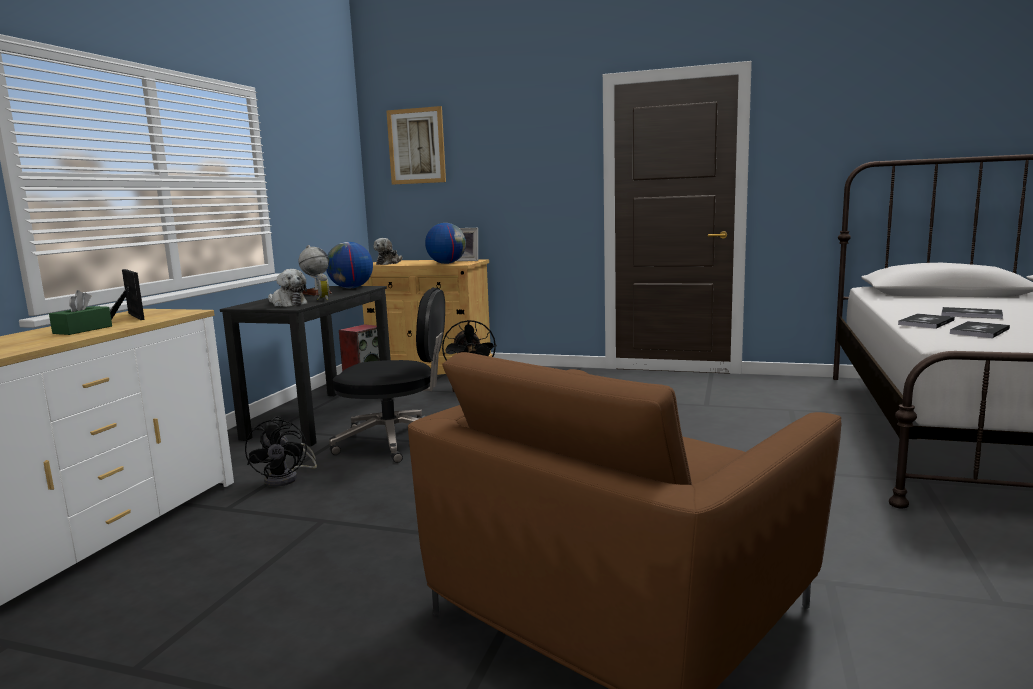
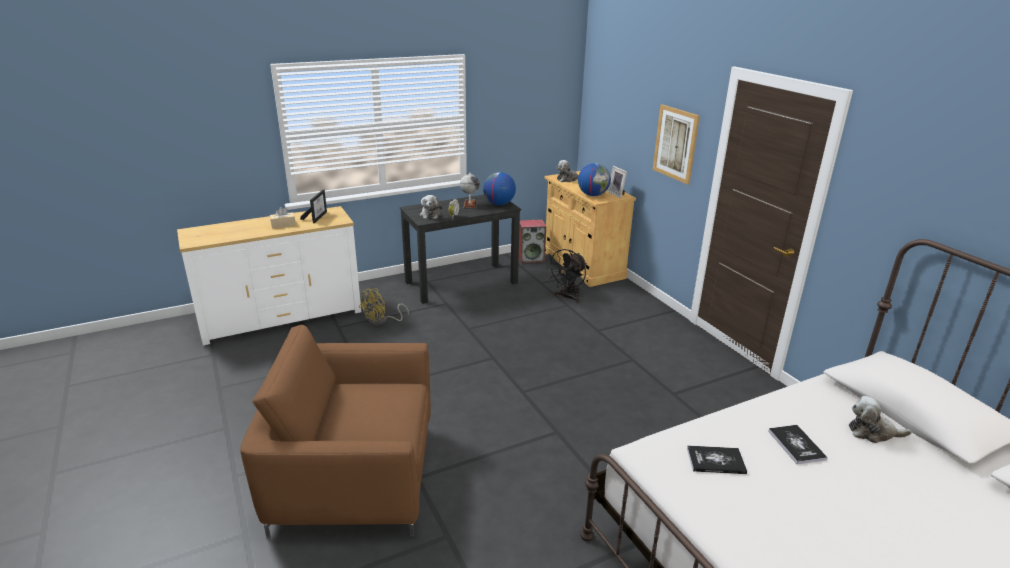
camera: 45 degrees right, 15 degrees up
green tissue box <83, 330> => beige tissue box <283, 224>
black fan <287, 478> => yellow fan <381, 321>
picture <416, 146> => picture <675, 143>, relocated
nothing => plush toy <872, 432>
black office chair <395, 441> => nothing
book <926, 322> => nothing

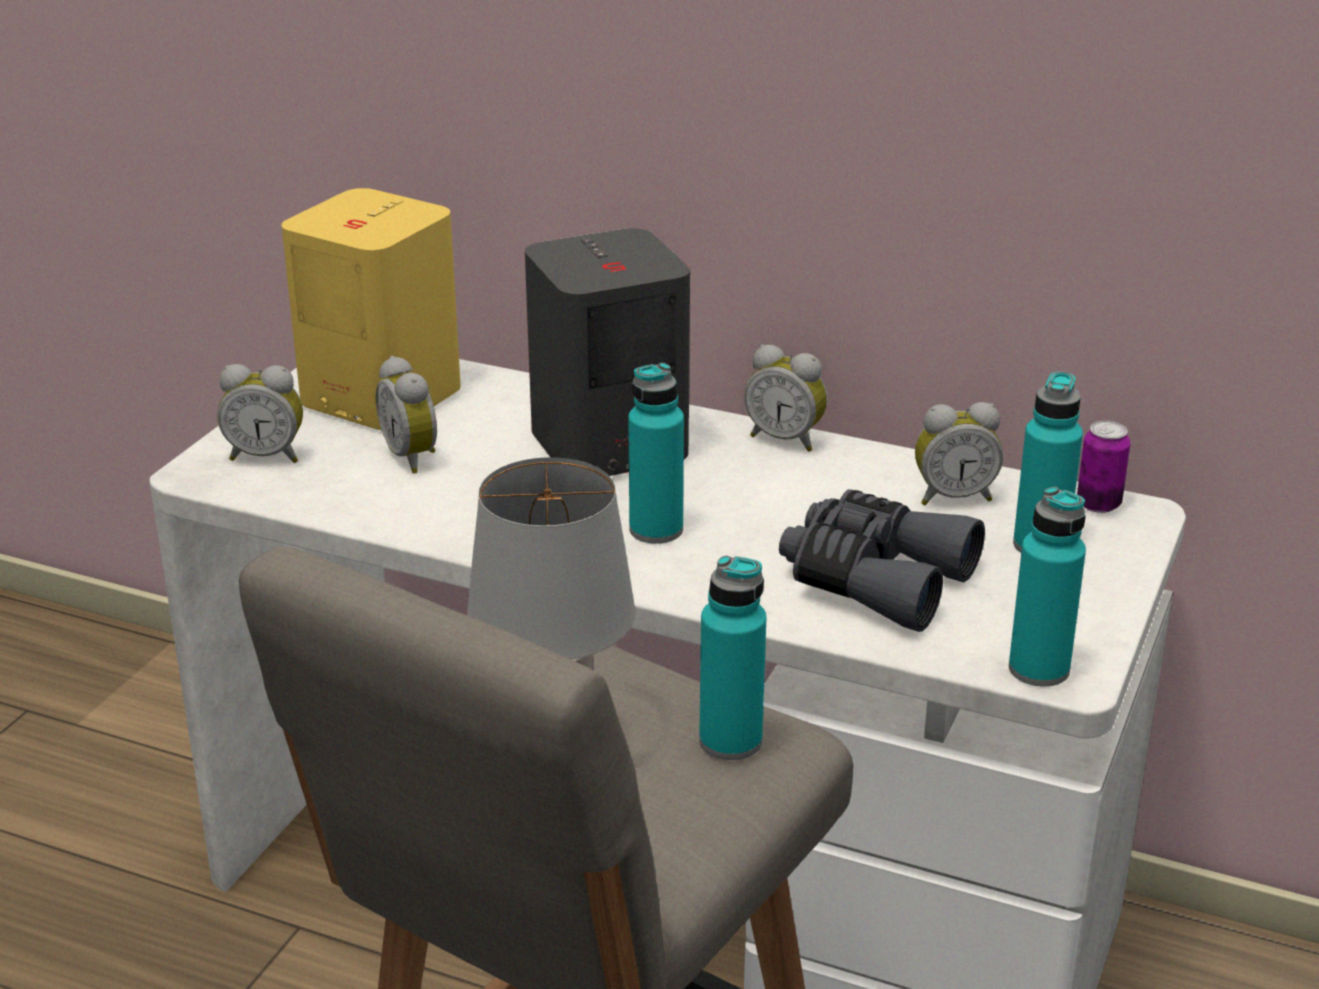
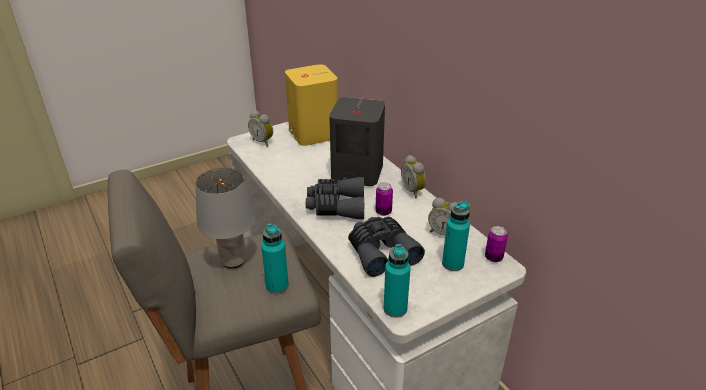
camera: 35 degrees right, 5 degrees up
turquoise bottle <656, 530> => grey binoculars <336, 206>
nothing => can <383, 212>
alarm clock <414, 457> => nothing

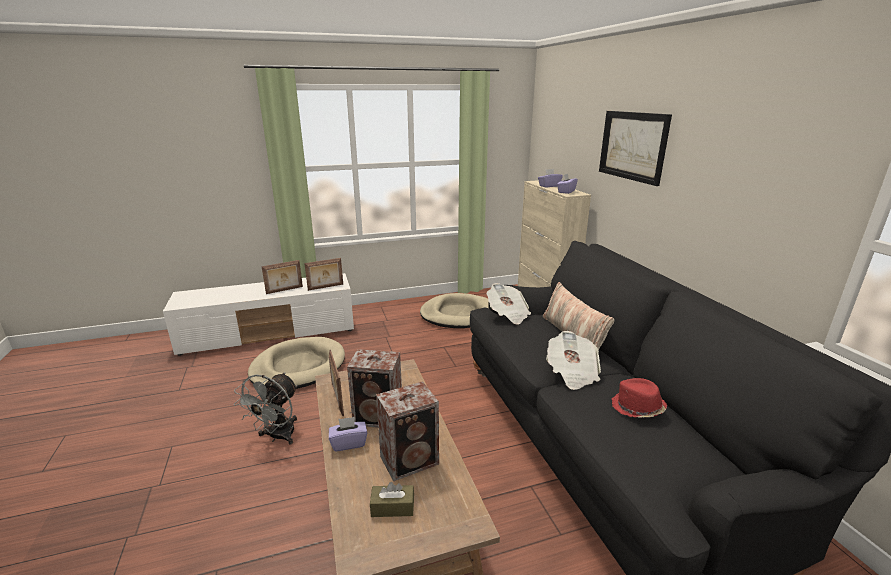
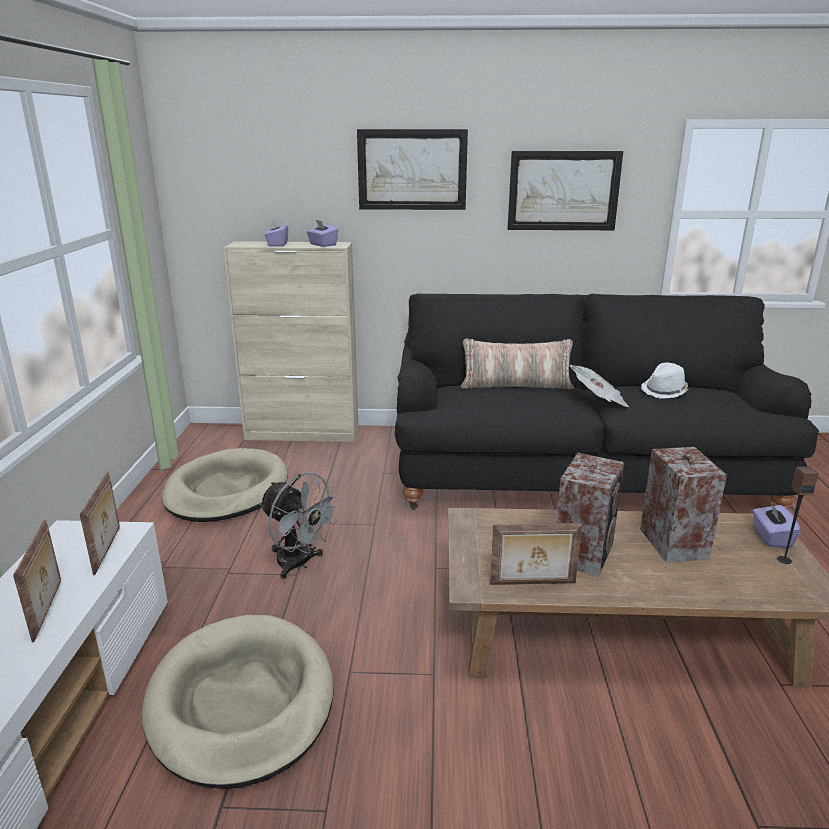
camera: 70 degrees left, 0 degrees up
grey fan <277, 437> => grey fan <299, 564>, relocated
nothing => picture <563, 191>
red hat <637, 408> => white hat <664, 391>
purple tissue box <348, 443> => purple tissue box <771, 537>, relocated
nothing => speaker <784, 560>
brown tissue box <392, 507> => nothing
newspaper <508, 314> => nothing

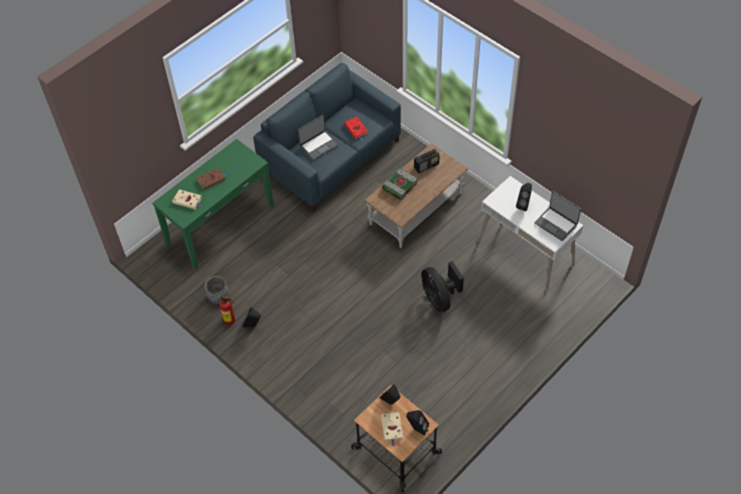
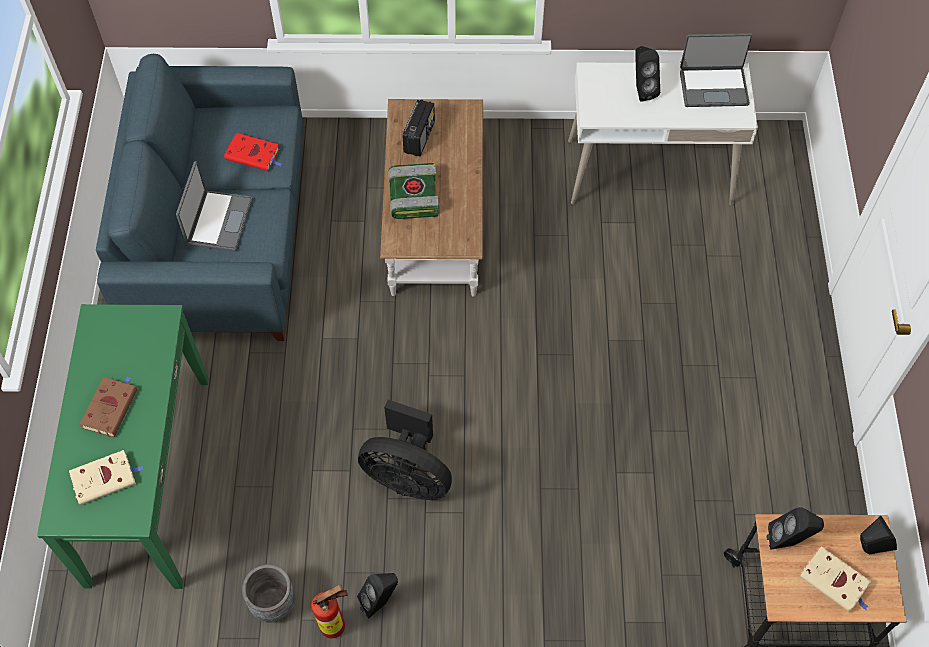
camera: 45 degrees left, 5 degrees up
black fan <439, 298> => black fan <408, 476>, relocated

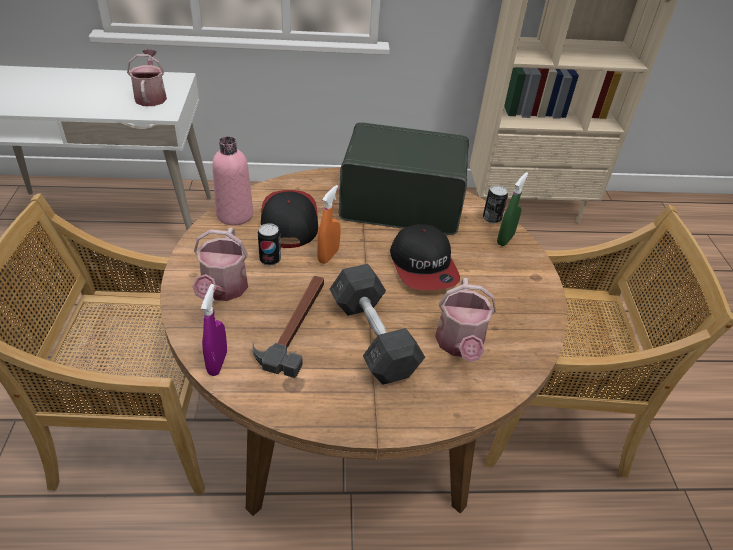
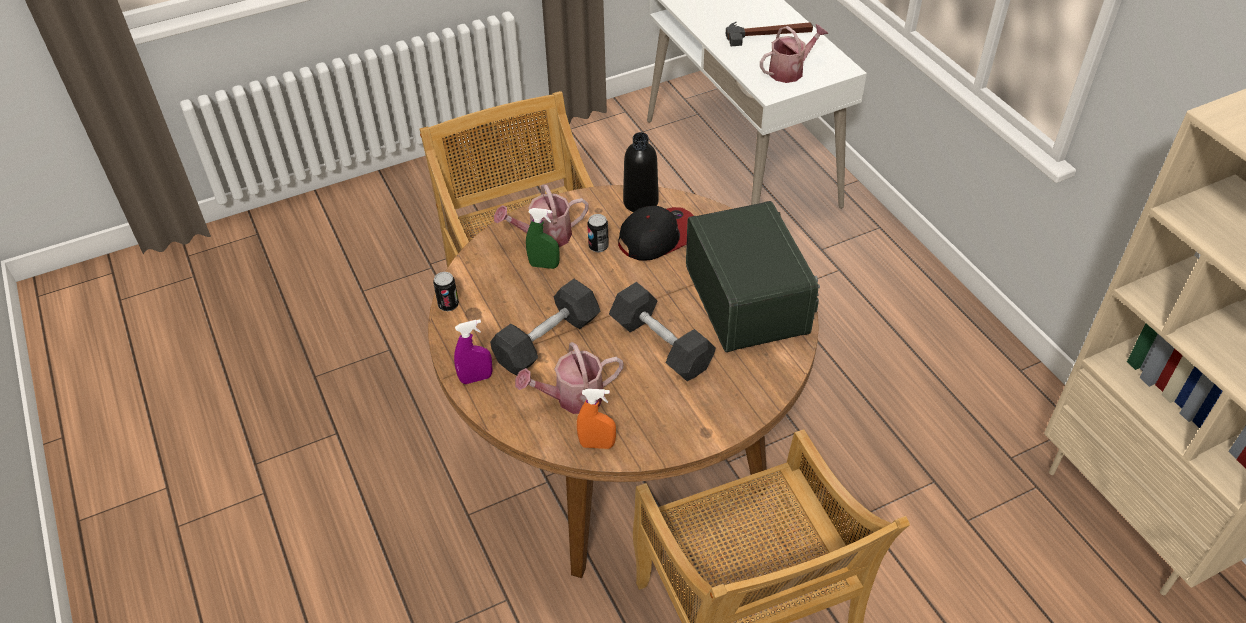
camera: 70 degrees right, 5 degrees up
can <491, 218> => can <448, 305>, relocated
purple spray bottle <217, 363> => purple spray bottle <476, 378>, relocated
green spray bottle <505, 239> => green spray bottle <544, 265>, relocated
orange spray bottle <328, 256> => orange spray bottle <597, 444>, relocated
cap <424, 266> => grey dumbbell <661, 345>
pink bottle <235, 215> => black bottle <640, 202>
hammer <296, 325> => hammer <768, 34>, relocated

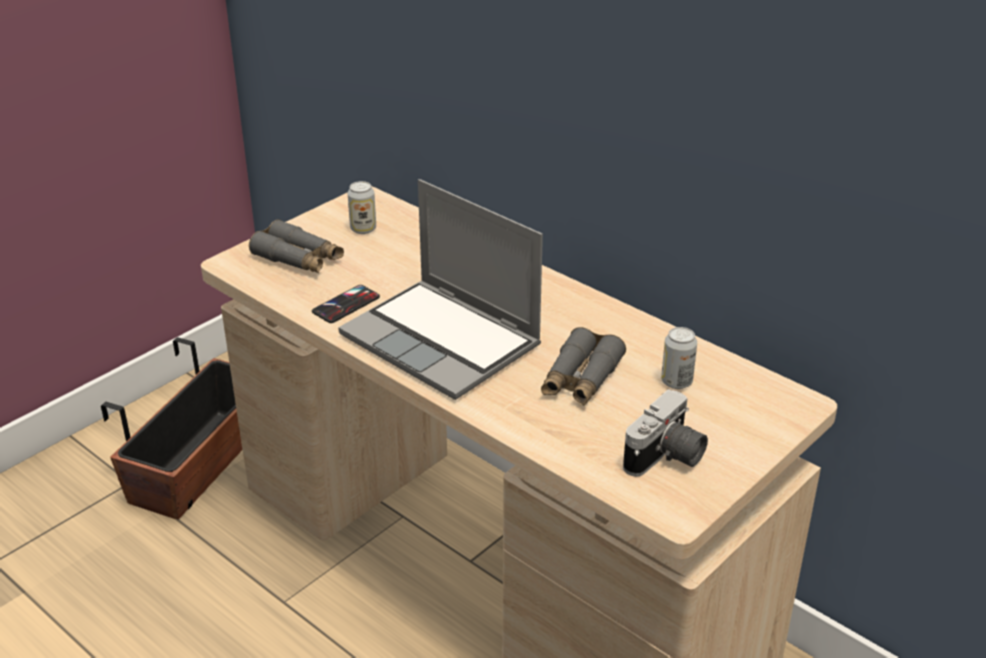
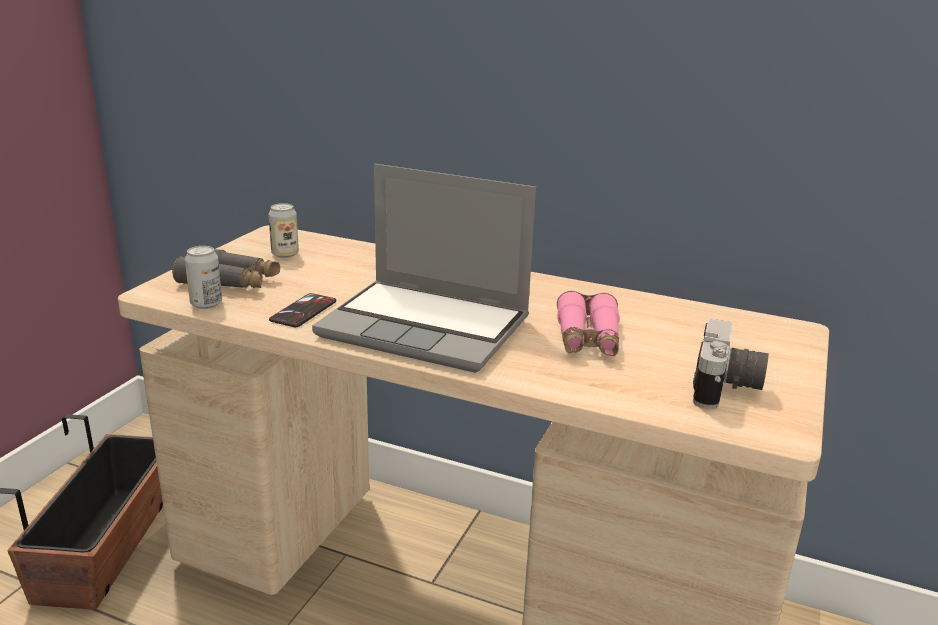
camera: 20 degrees left, 10 degrees down
can <676, 382> => can <206, 304>, relocated
grey binoculars <581, 379> => pink binoculars <587, 338>

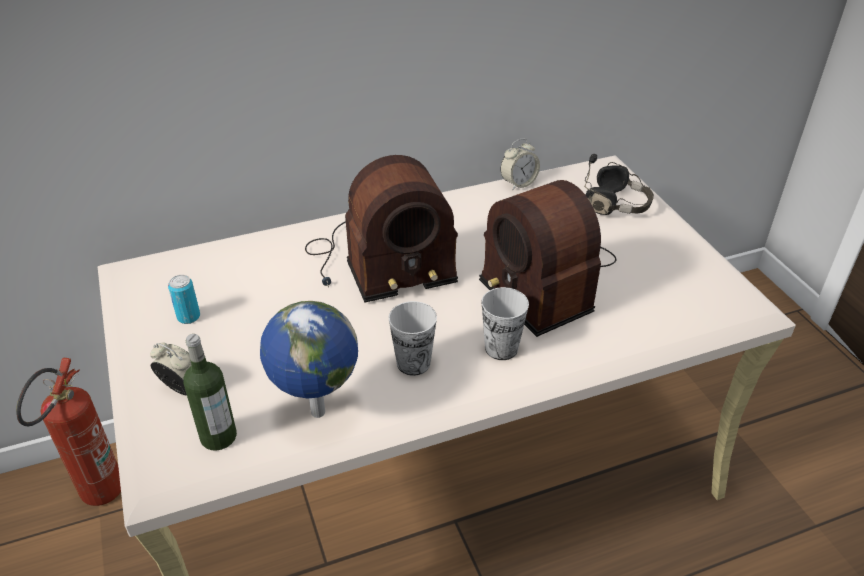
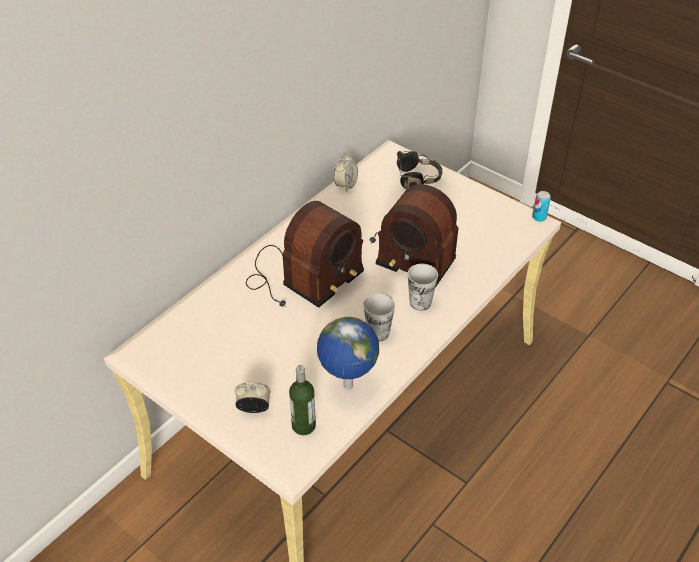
camera: 30 degrees left, 5 degrees up
can <188, 317> => can <539, 217>, relocated
fire extinguisher <97, 498> => nothing

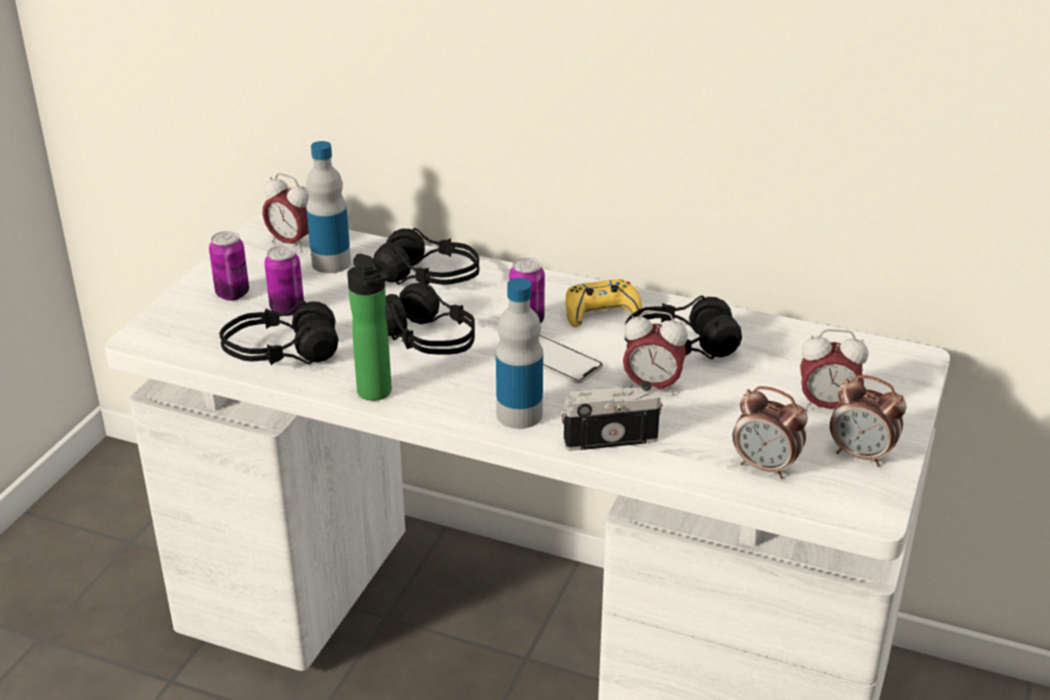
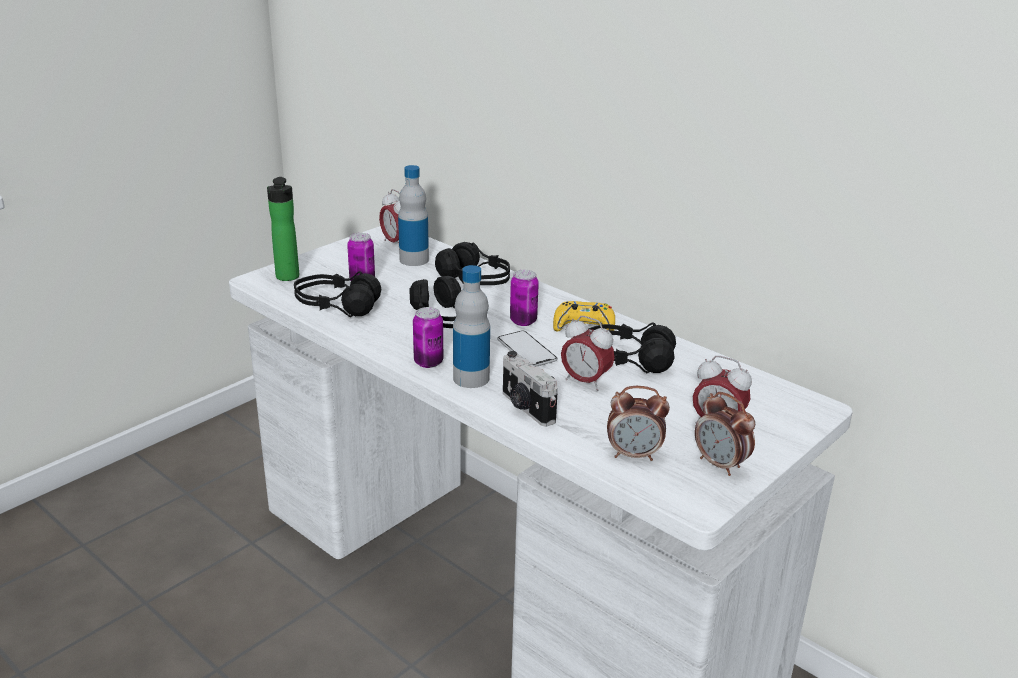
camera: 20 degrees right, 5 degrees down
bottle <376, 394> => bottle <287, 278>, relocated
can <232, 294> => can <428, 362>, relocated
photo camera <609, 438> => photo camera <526, 408>, 135 degrees counterclockwise
alarm clock <765, 467> => alarm clock <634, 455>, 45 degrees counterclockwise

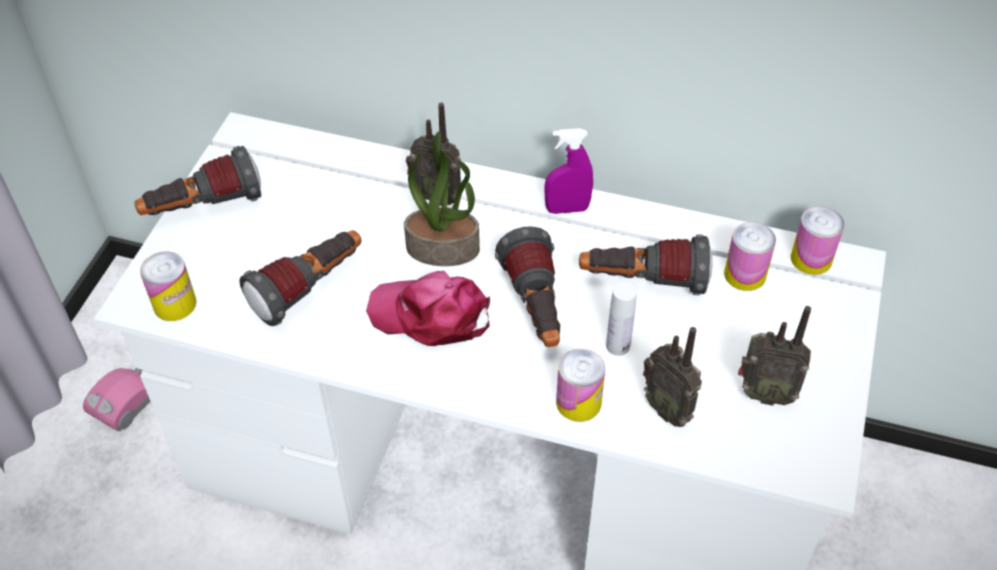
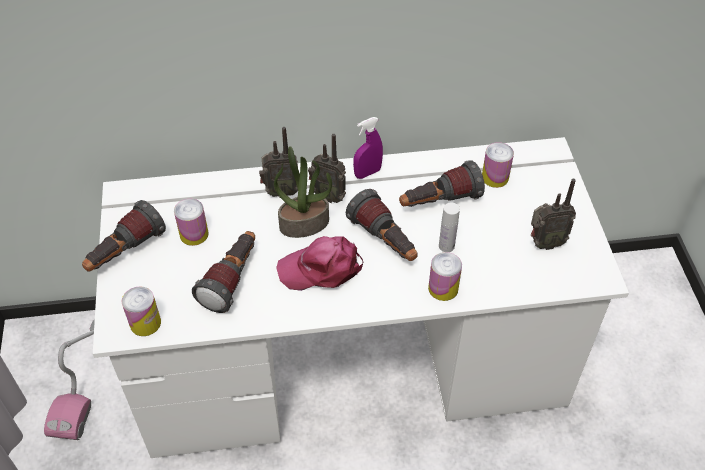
camera: 25 degrees left, 0 degrees up
can <811, 259> => can <194, 234>, relocated
radio <668, 409> => radio <329, 196>, relocated

